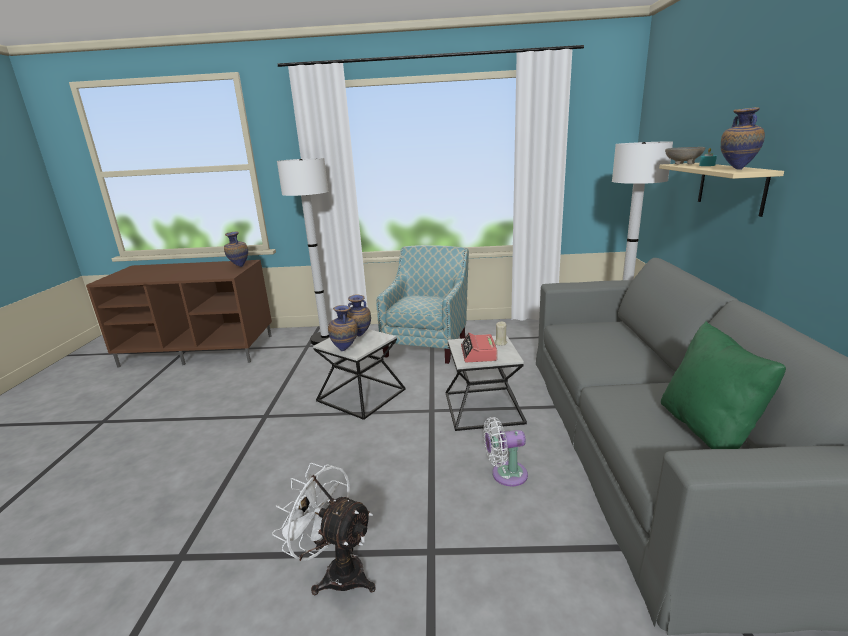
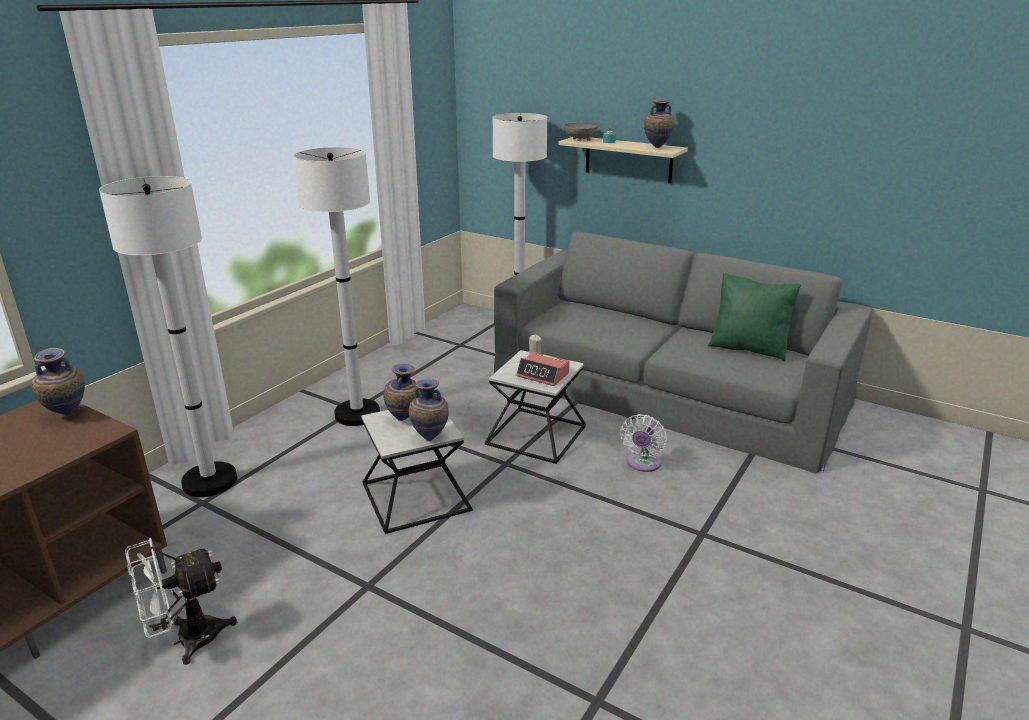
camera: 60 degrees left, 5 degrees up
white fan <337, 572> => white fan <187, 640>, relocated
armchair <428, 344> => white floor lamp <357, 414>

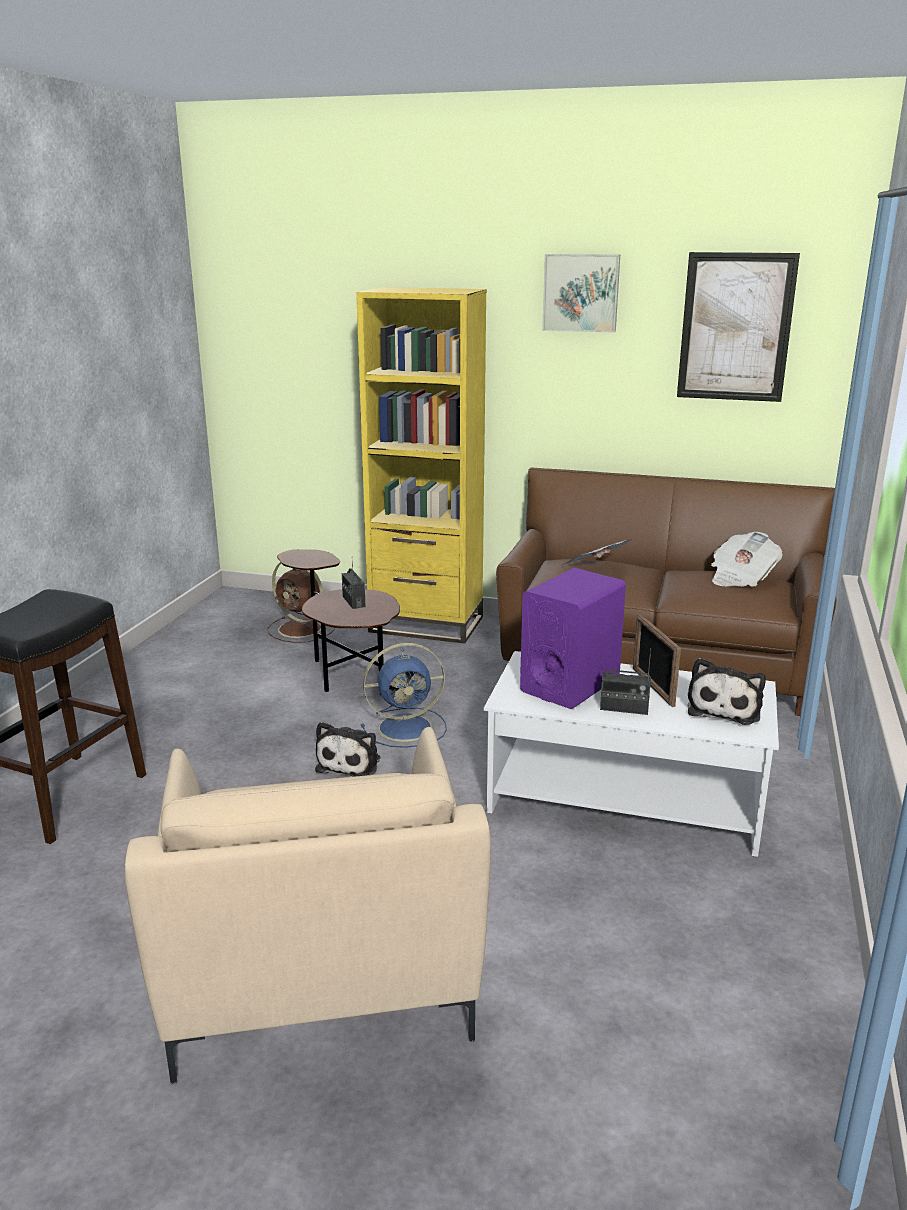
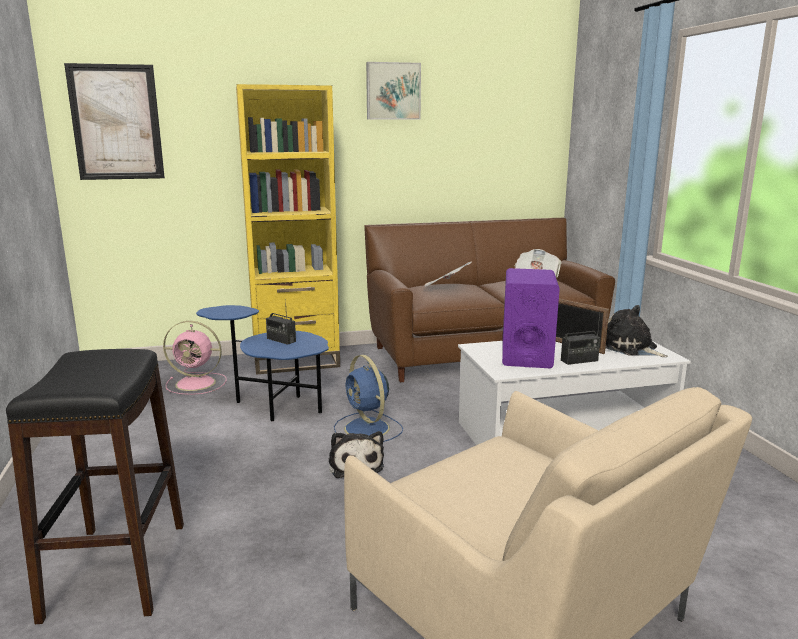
camera: 30 degrees left, 5 degrees down
picture <735, 327> => picture <116, 122>, relocated
brown fan <301, 629> => pink fan <197, 383>
brown side table <343, 675> => blue side table <273, 407>
blue fan <407, 727> => blue fan <368, 429>, 105 degrees clockwise
plush toy <724, 708> => plush toy <631, 348>, 150 degrees clockwise

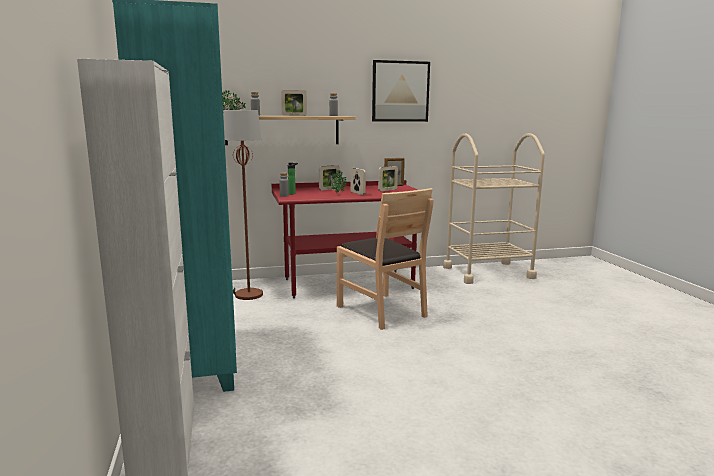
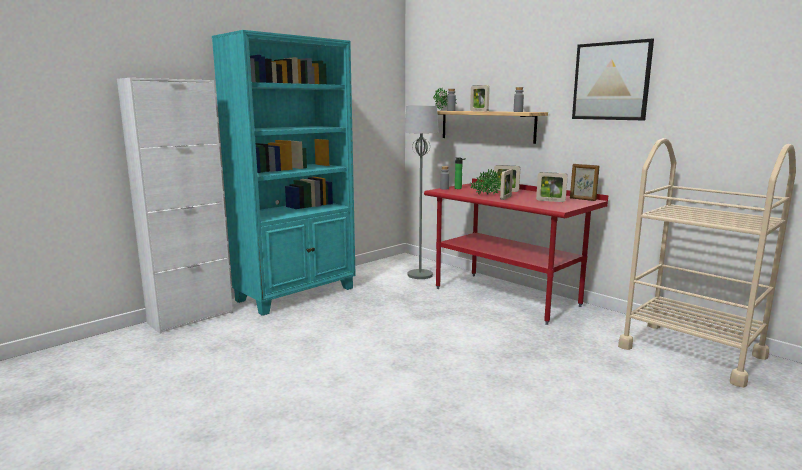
camera: 60 degrees right, 0 degrees up
brown floor lamp <248, 295> => grey floor lamp <420, 275>
brown chair <382, 311> => nothing

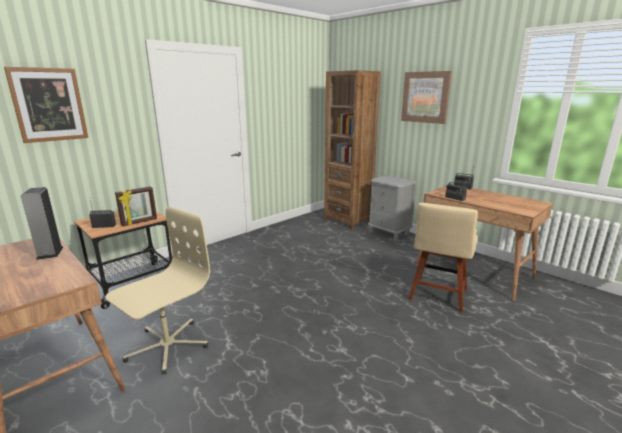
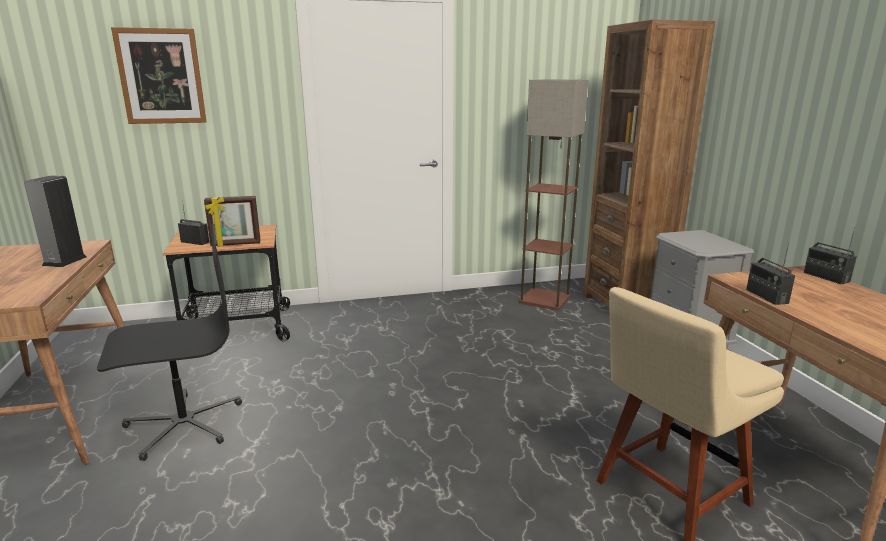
camera: 30 degrees right, 0 degrees up
beige office chair <167, 346> => black office chair <183, 424>
nothing => floor lamp <545, 299>
picture <425, 97> => nothing

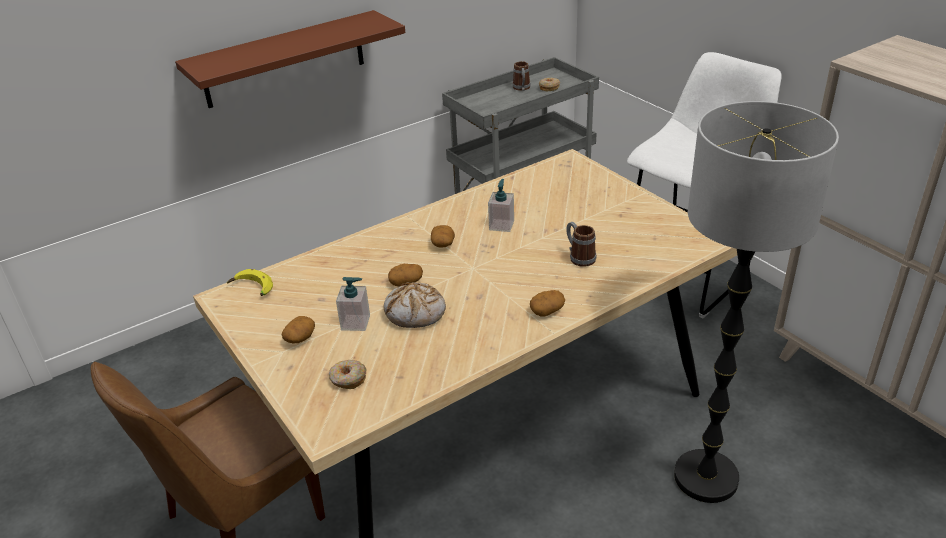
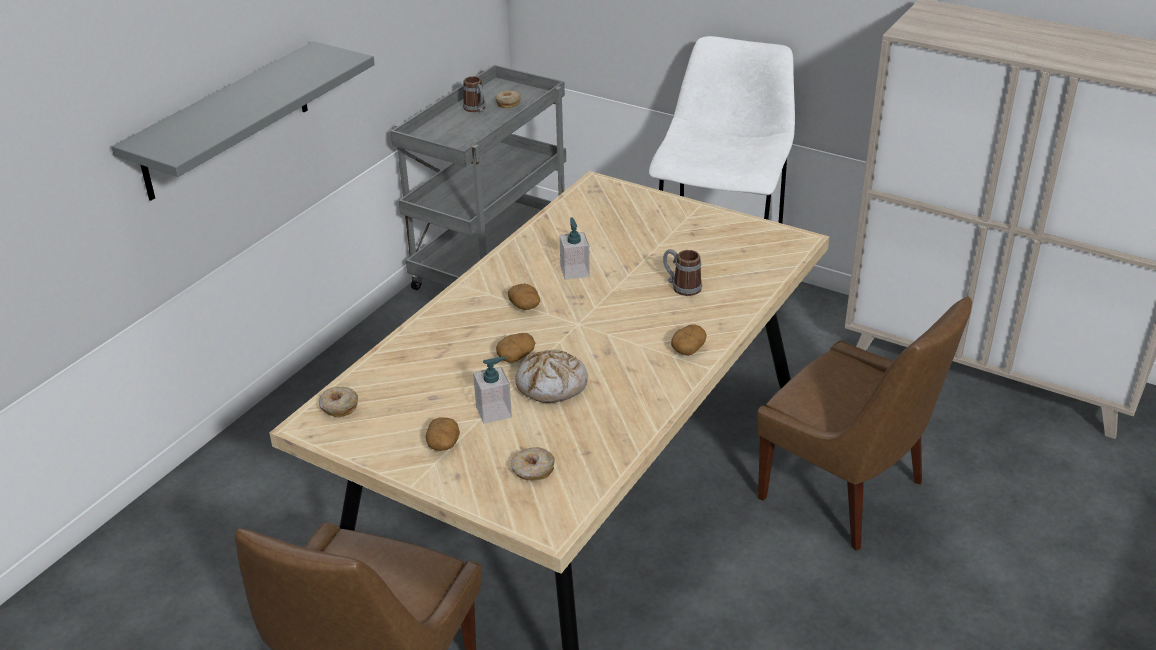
camera: 25 degrees left, 0 degrees up
brown shelf <284, 59> => grey shelf <226, 121>
banana <252, 289> => donut <338, 407>
floor lamp <705, 478> => brown chair <846, 493>

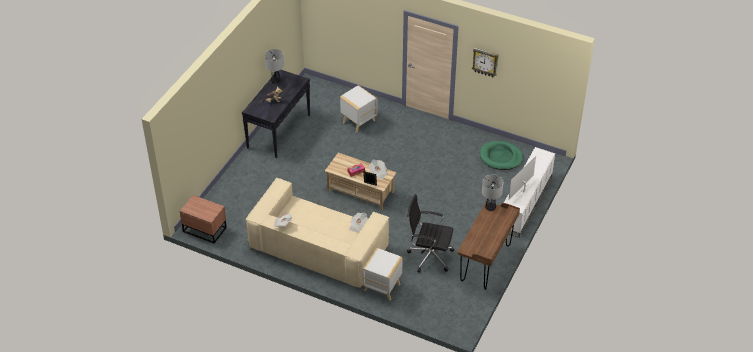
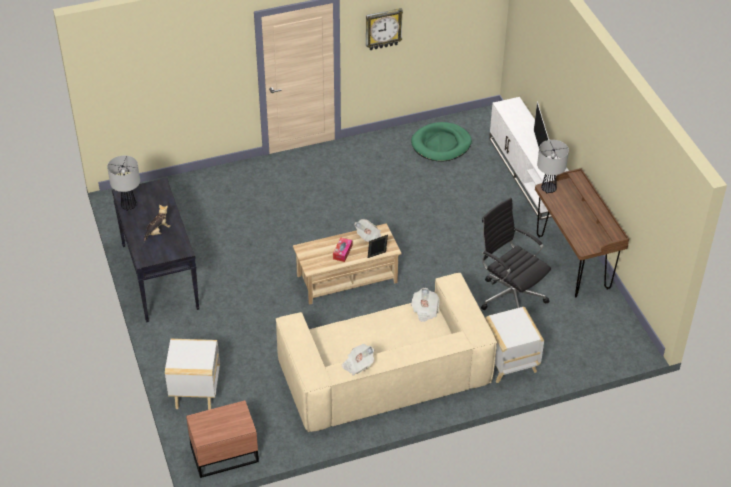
camera: 45 degrees left, 0 degrees up
white side table <358, 122> => white side table <196, 393>, relocated
black office chair <429, 256> => black office chair <510, 296>, 75 degrees clockwise

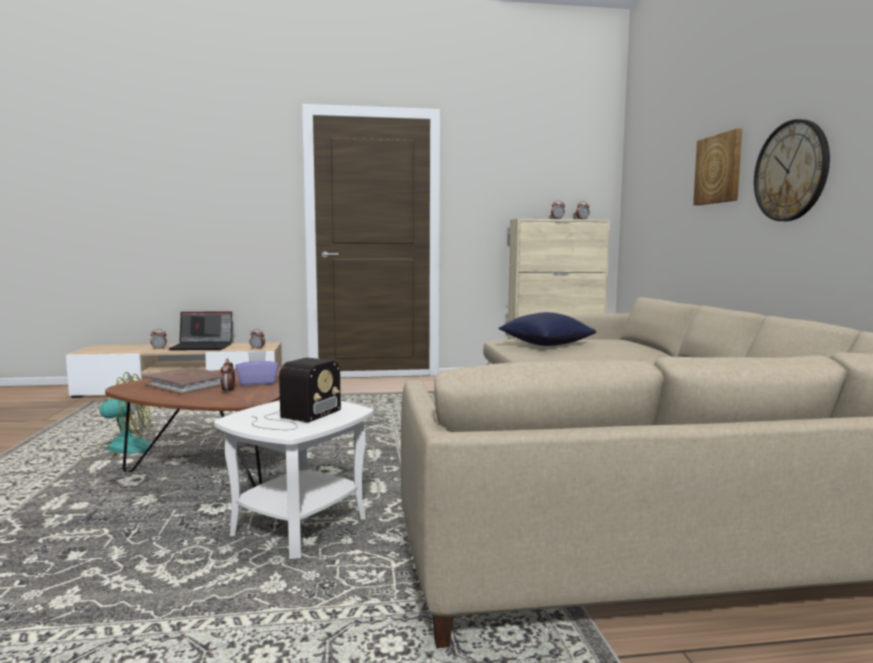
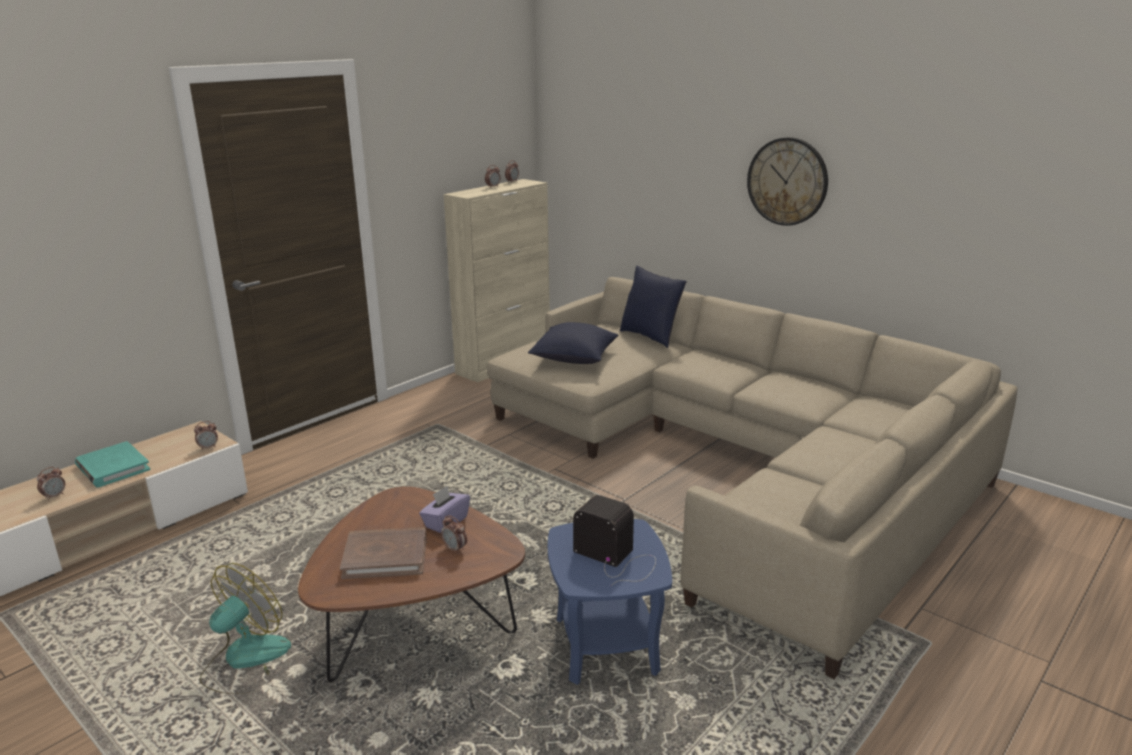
camera: 40 degrees left, 15 degrees up
laptop <203, 347> => turquoise book <112, 468>
white side table <299, 526> => blue side table <606, 645>
radio <294, 418> => radio <617, 559>, 45 degrees counterclockwise
nothing => blue pillow <650, 337>
picture <719, 169> => nothing

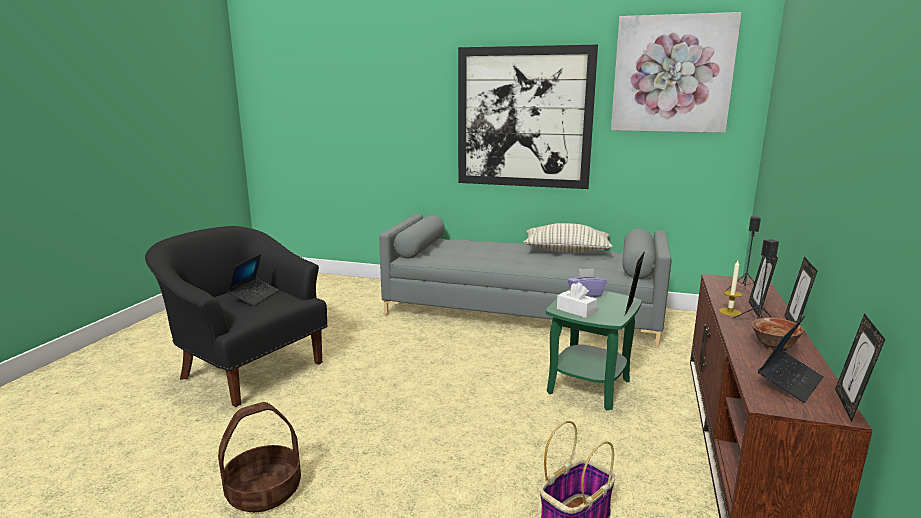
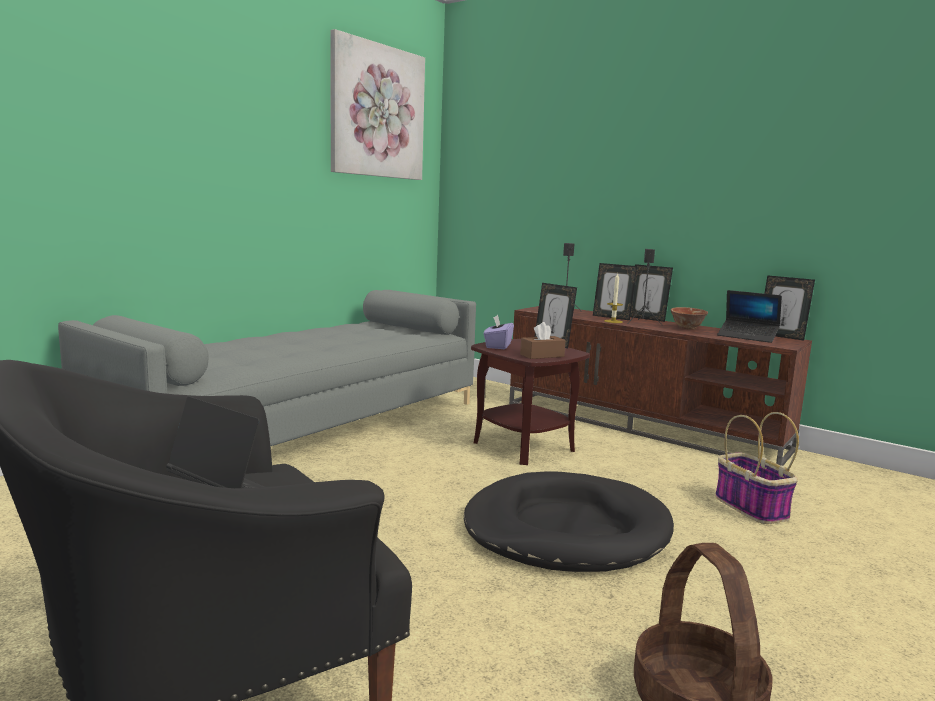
camera: 70 degrees left, 5 degrees down
nothing => black dog bed <565, 529>
green side table <589, 386> => brown side table <524, 446>
white tissue box <576, 311> => brown tissue box <542, 355>
laptop <789, 382> => laptop <747, 337>, 150 degrees clockwise
picture <524, 118> => nothing
pillow <566, 251> => nothing

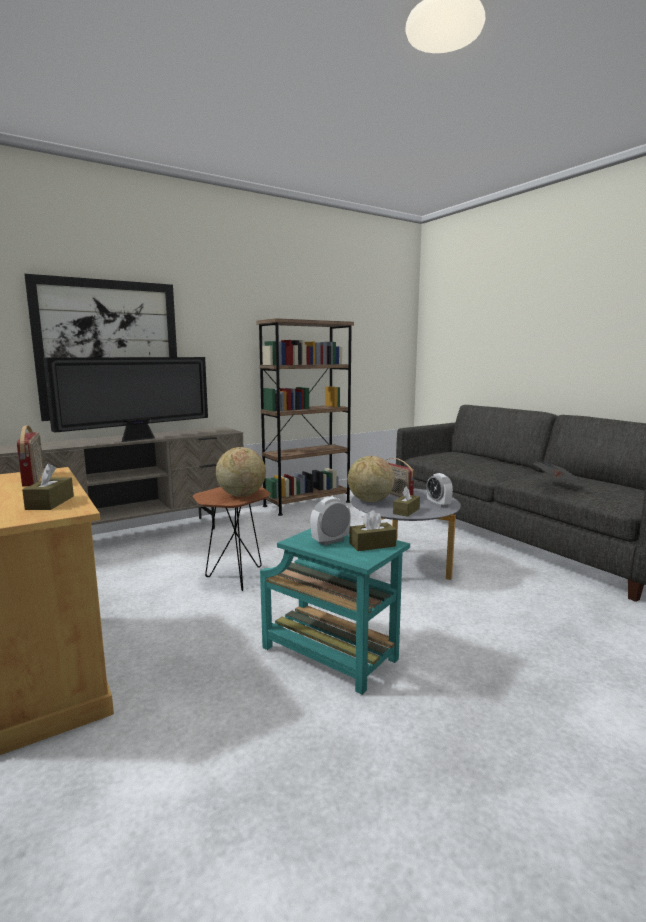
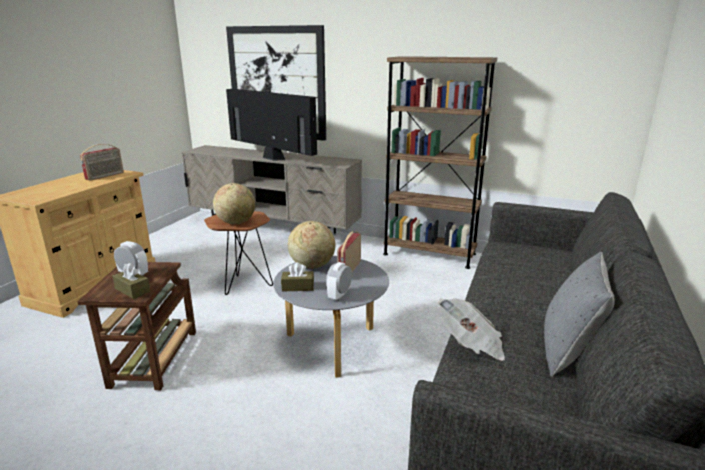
camera: 55 degrees right, 10 degrees up
turquoise side table <332, 656> => brown side table <153, 361>
television <139, 439> => television <272, 158>, 150 degrees counterclockwise
nothing => grey pillow <568, 351>
brown tissue box <50, 503> => nothing

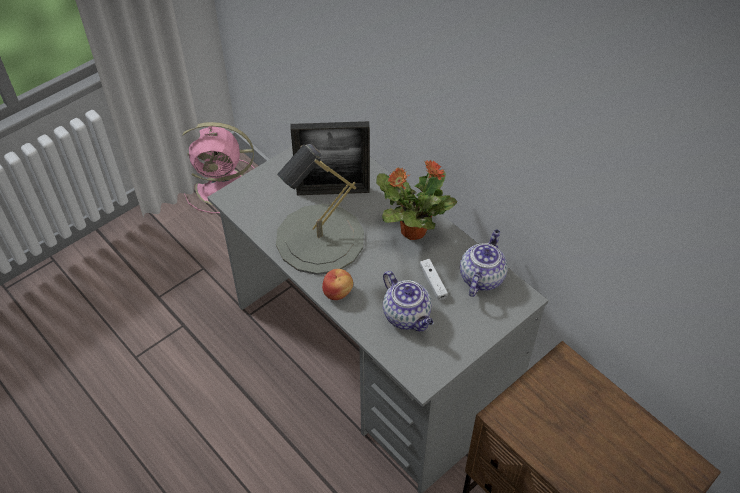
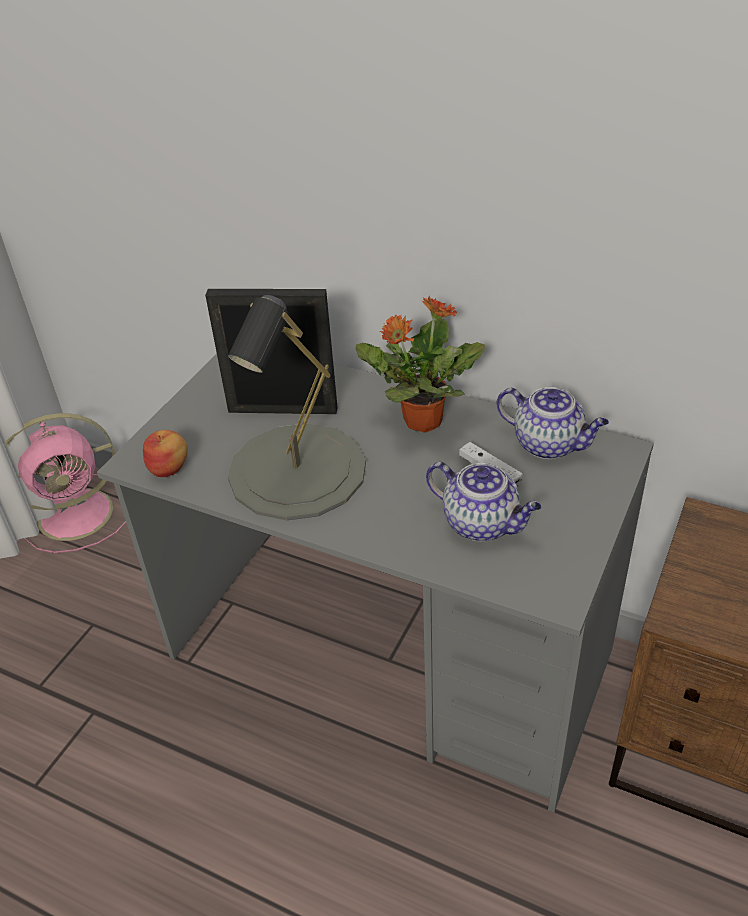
camera: 20 degrees left, 10 degrees down
apple <338, 292> => apple <169, 468>, relocated
picture frame <333, 191> => picture frame <282, 410>, 150 degrees counterclockwise
teapot <481, 277> => teapot <549, 444>, 120 degrees clockwise

